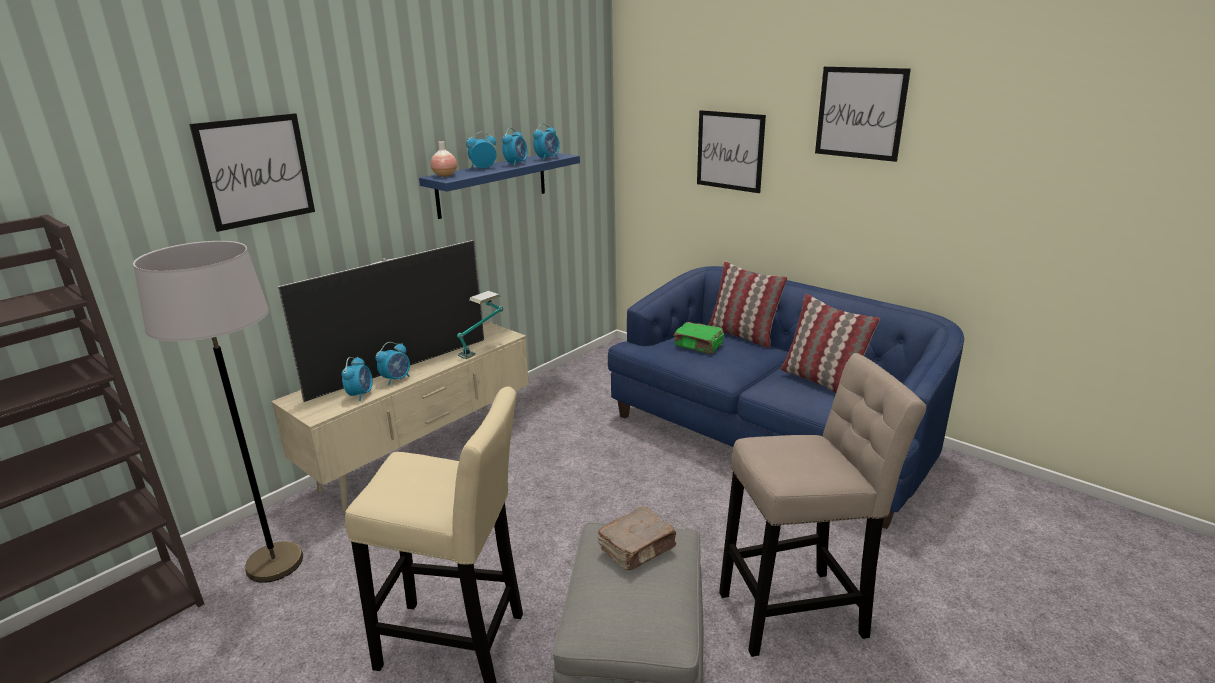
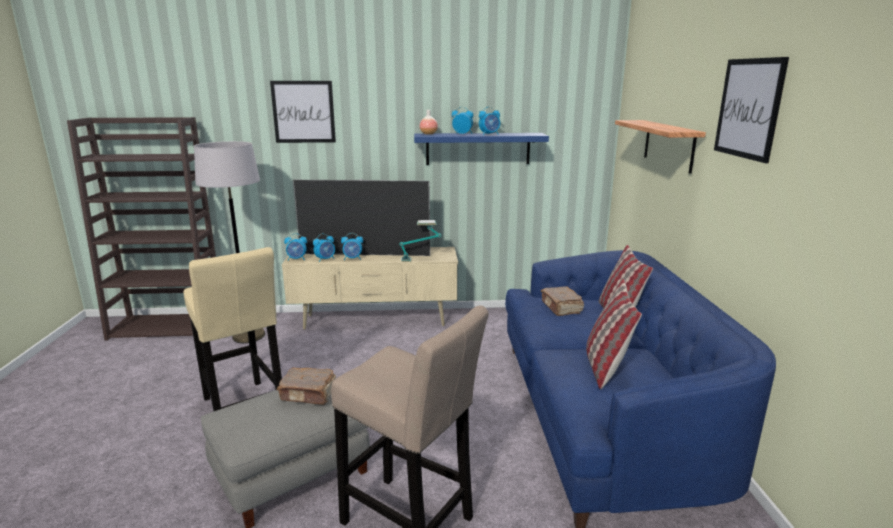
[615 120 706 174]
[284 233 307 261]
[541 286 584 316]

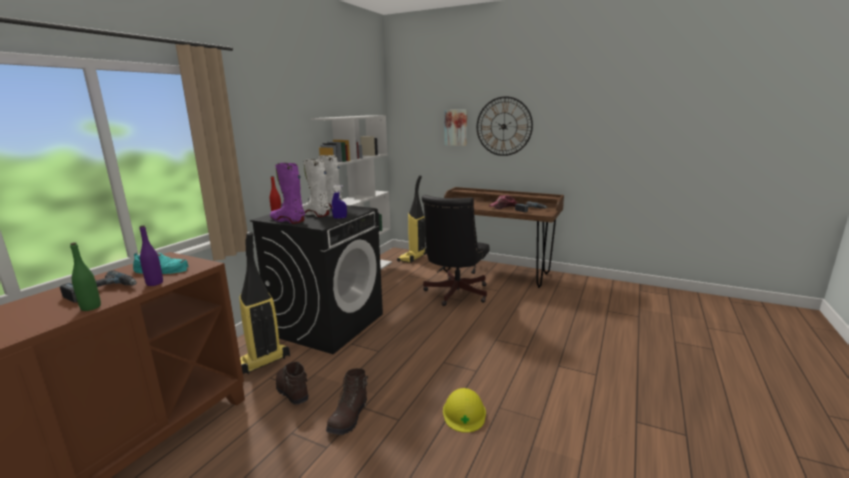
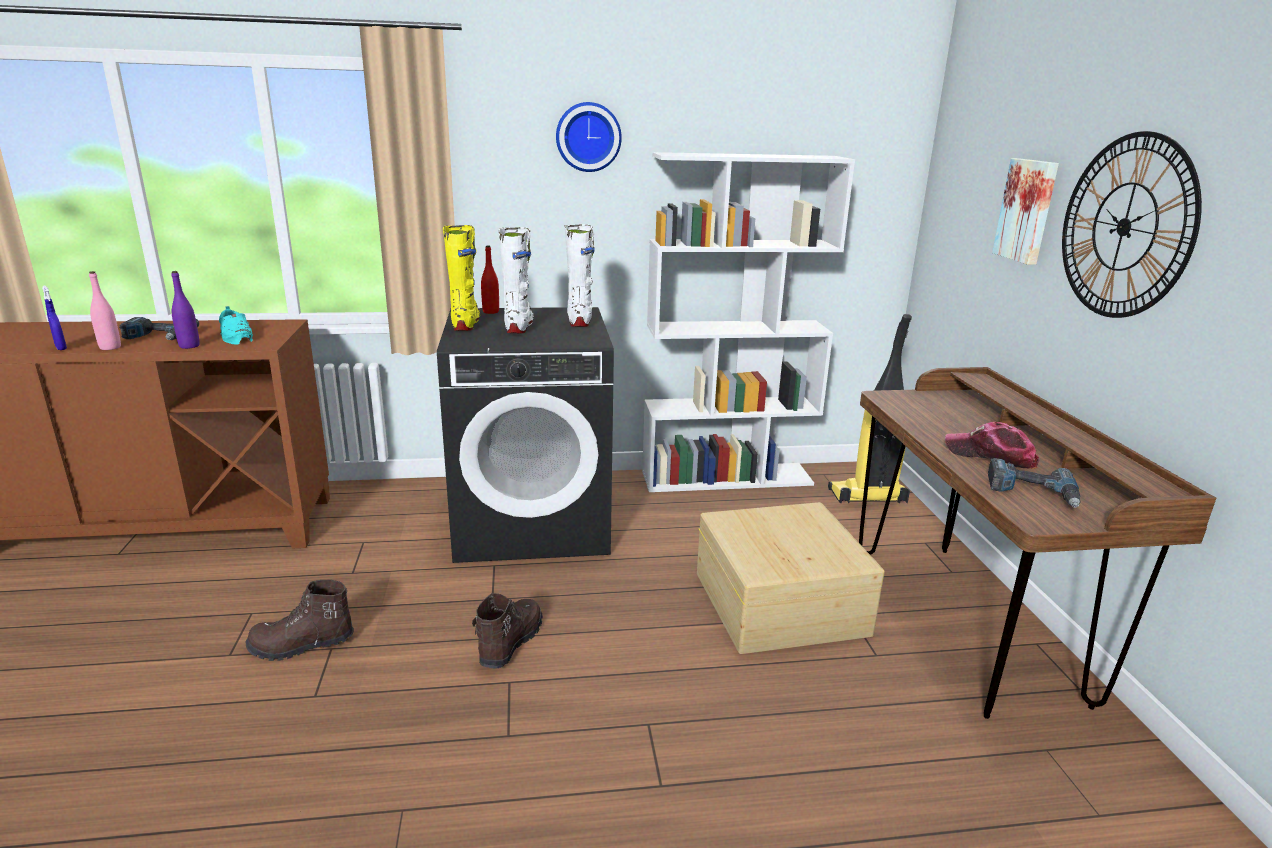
[443 225 480 331]
[42 286 67 350]
[697 502 885 654]
[239 232 290 374] (first image)
[89 271 121 350]
[472 593 543 668]
[443 388 486 433] (first image)
[556 102 622 172]

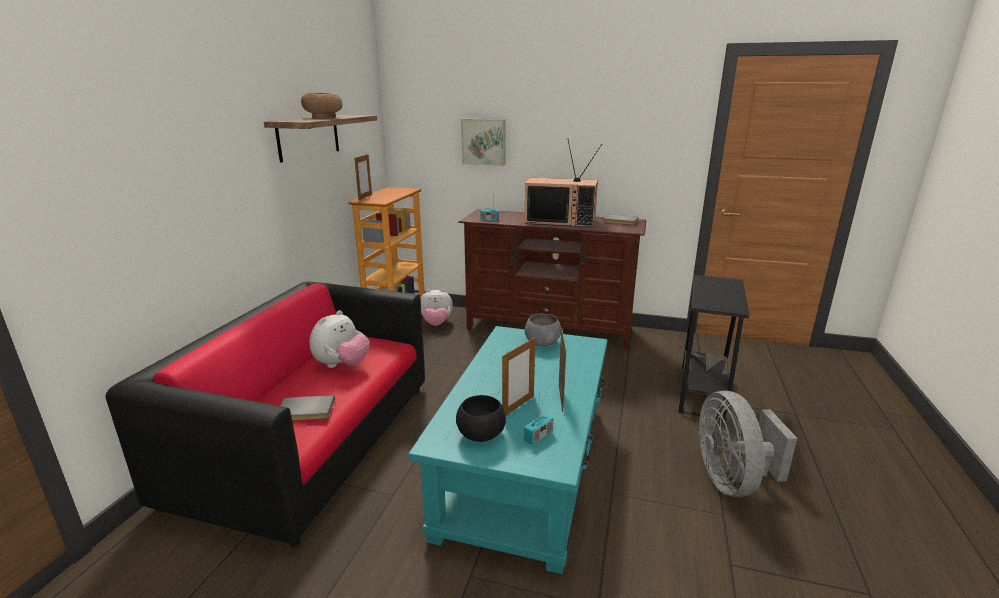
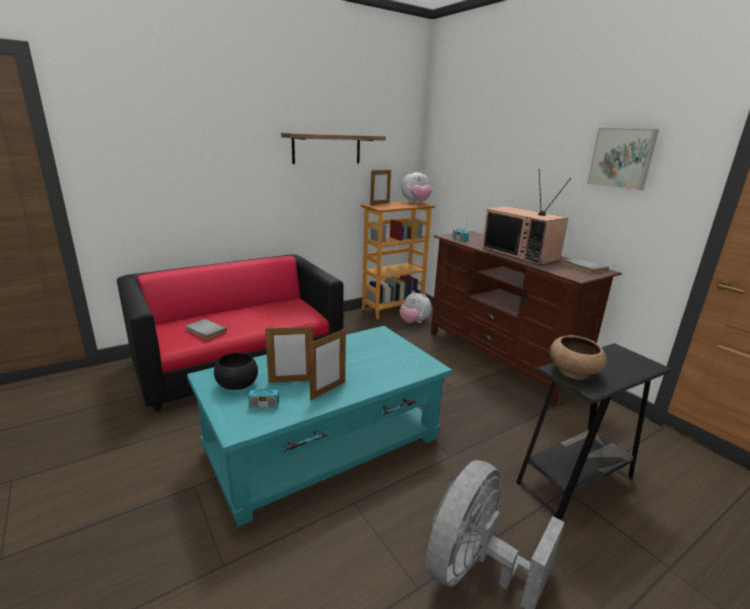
[549 335 607 380]
[587 128 659 190]
[401 171 432 203]
[525 314 561 346] (first image)

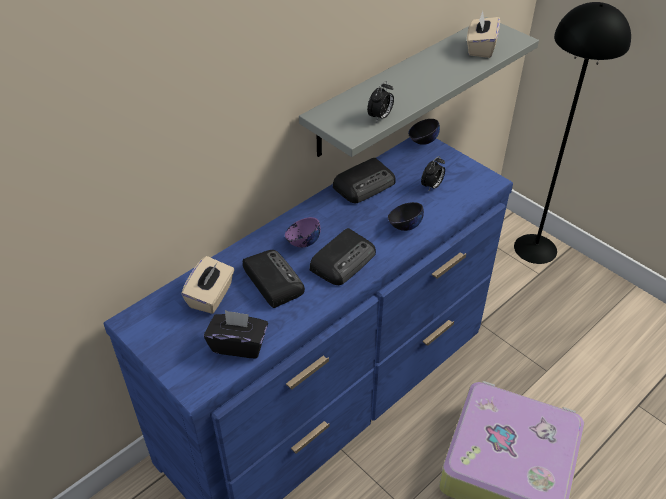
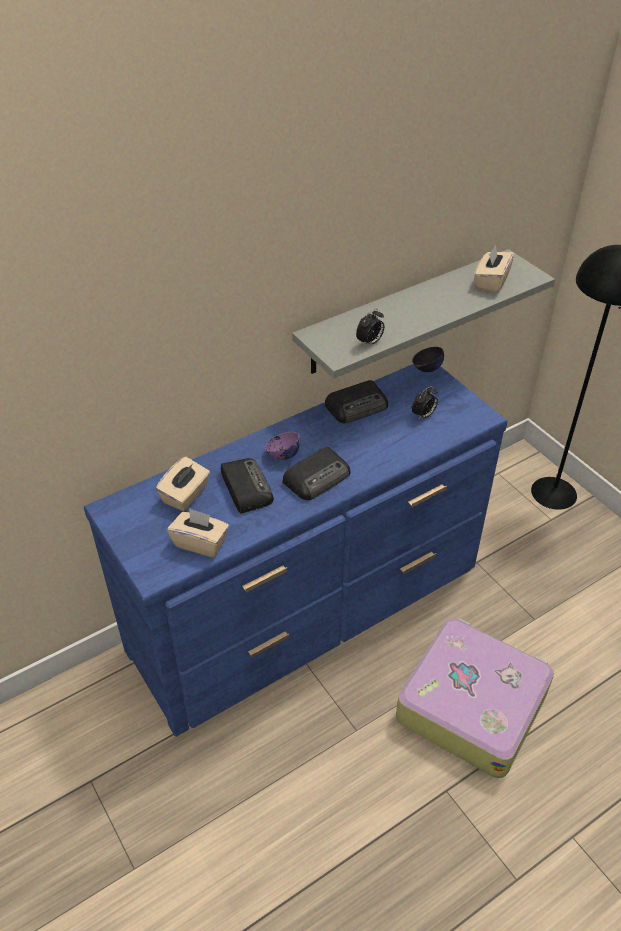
[388 202 424 231] (first image)
[167 509 229 558]

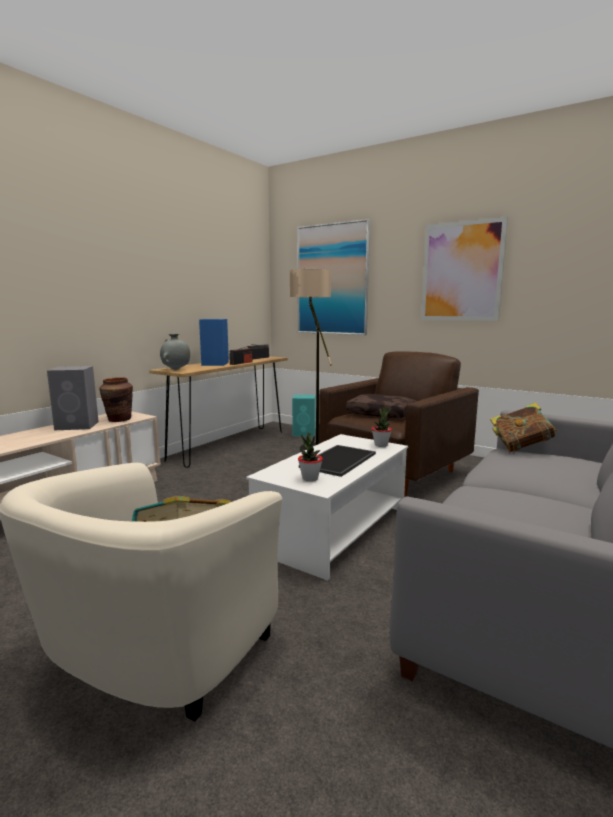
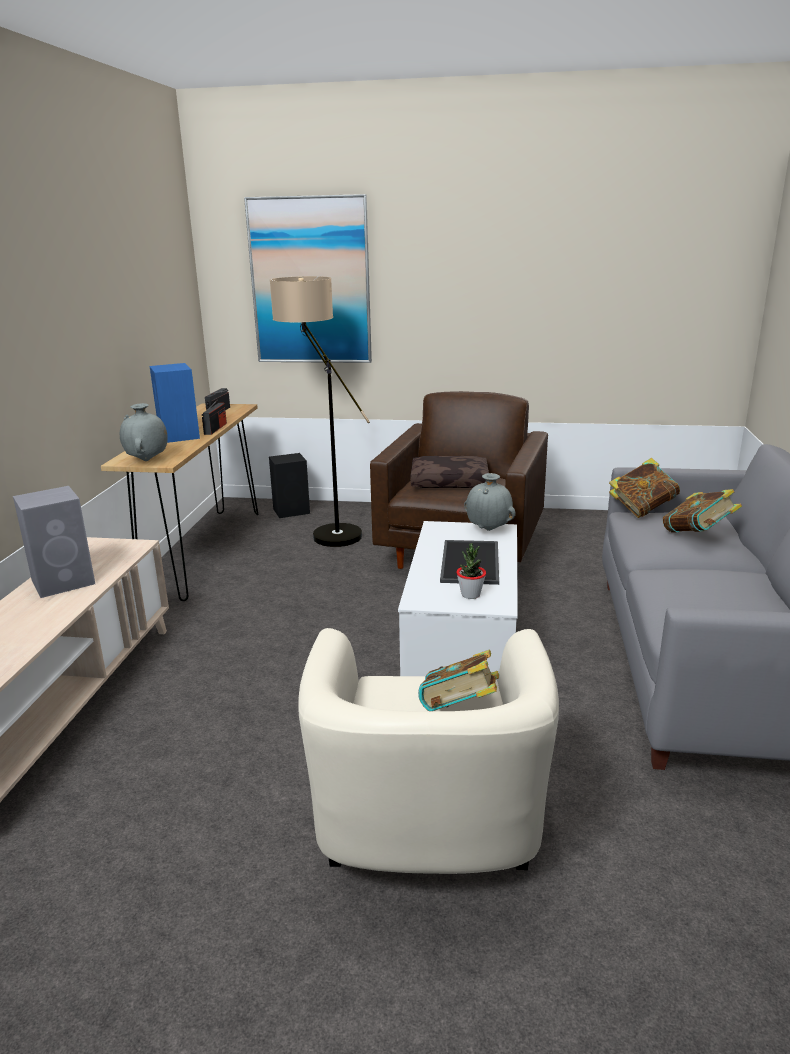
[421 217 508 321] (first image)
[99 377 133 422] (first image)
[269 453 310 518]
[464 473 516 531]
[663 489 742 533]

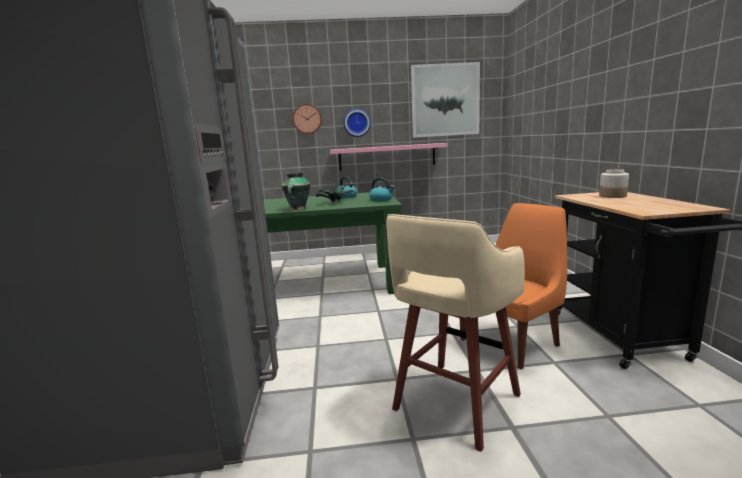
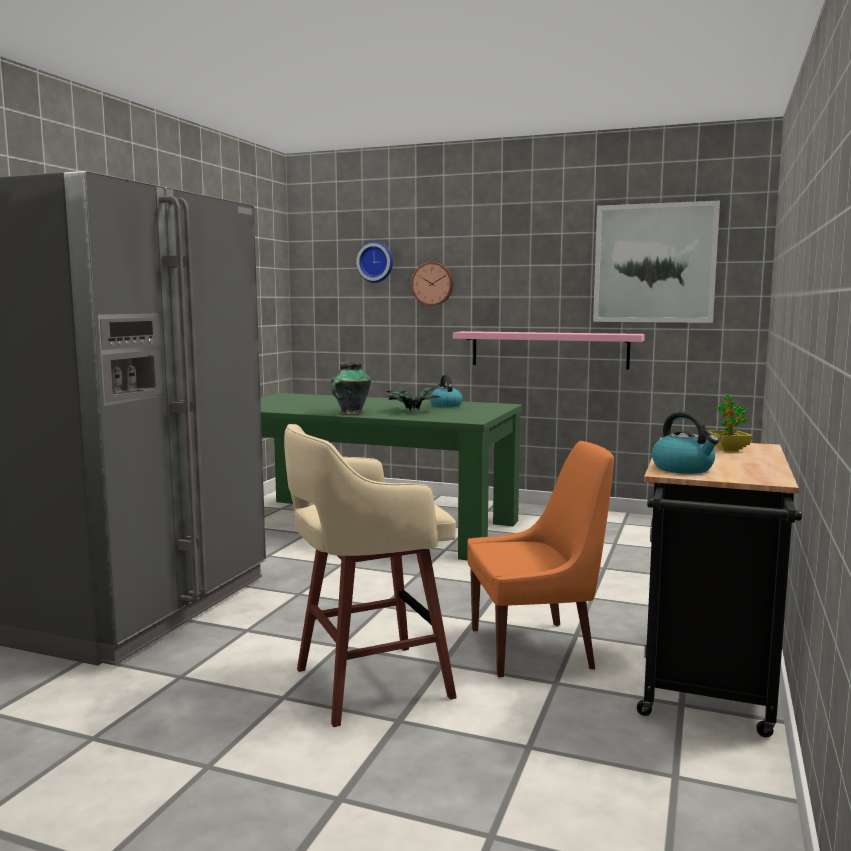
[356 241 393 283]
[708 394 753 451]
[652 411 719 474]

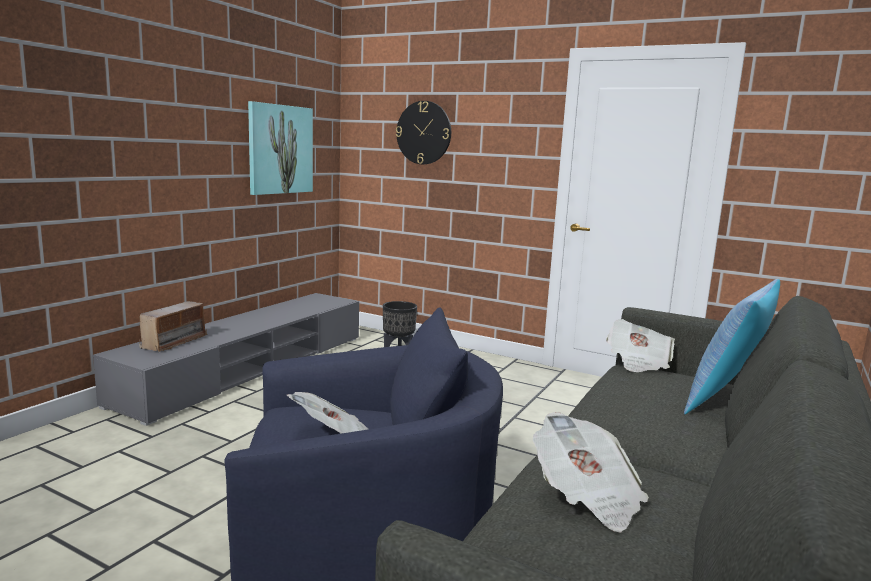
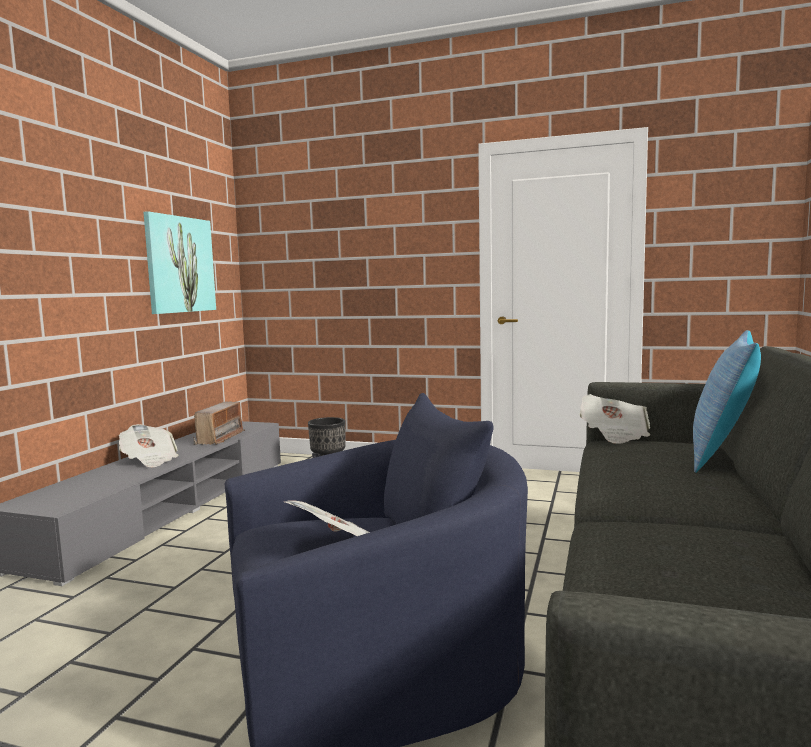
[396 101 451 164] (first image)
[193 401 245 445]
[119 424 178 468]

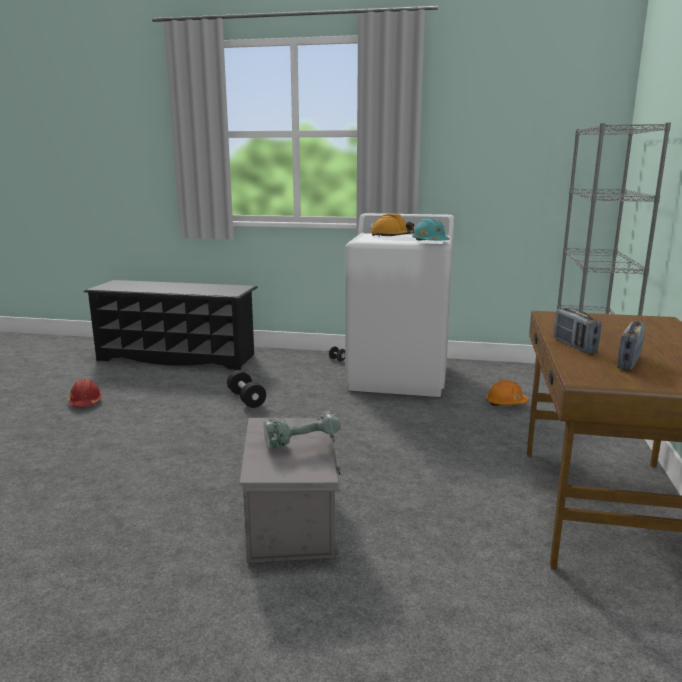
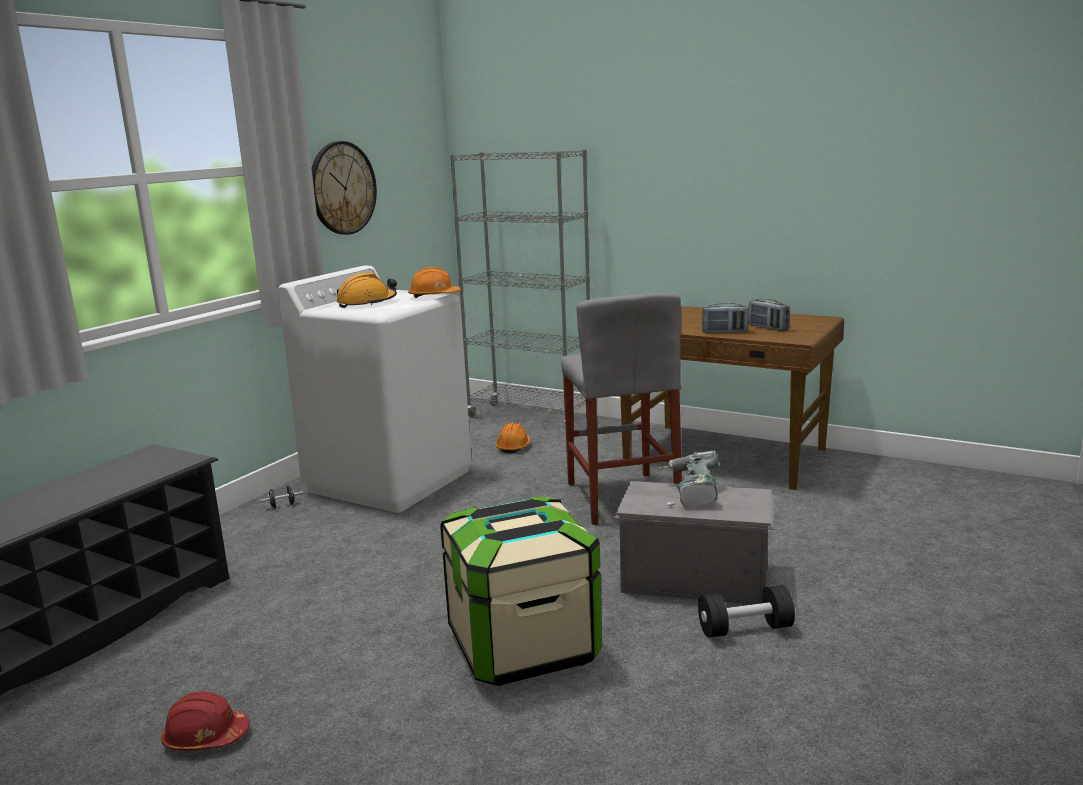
[408 267 461 298]
[698 585 795 638]
[312 141 377 235]
[561 293 682 525]
[440 497 602 686]

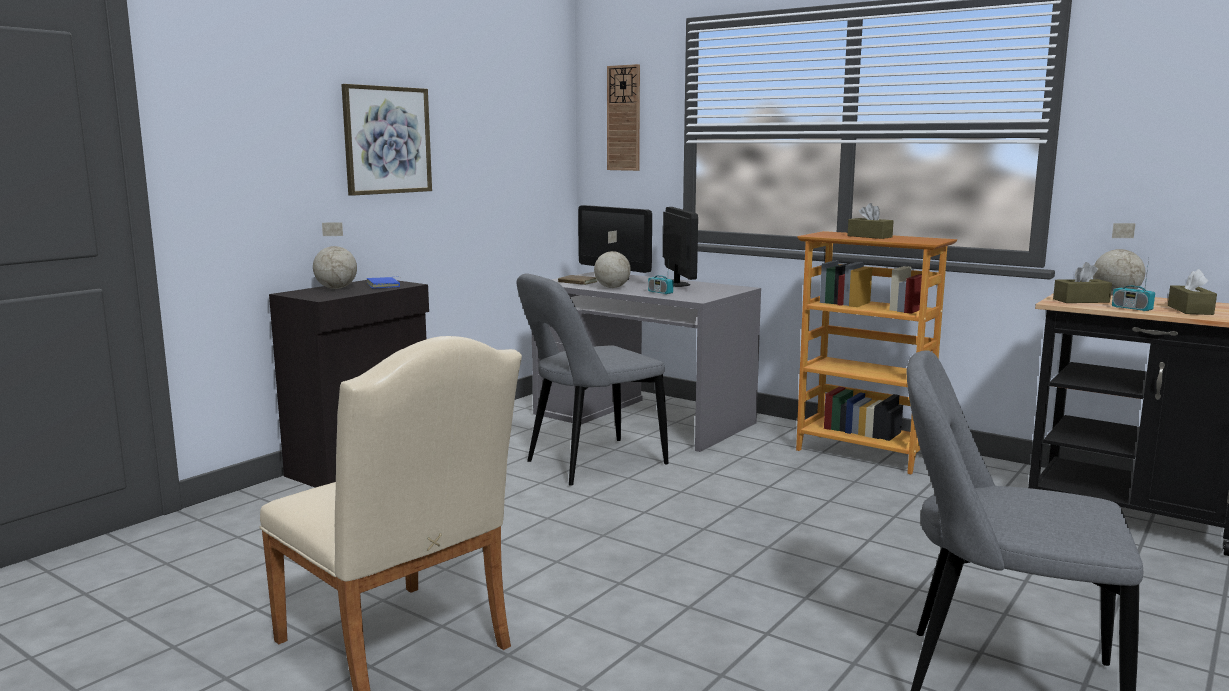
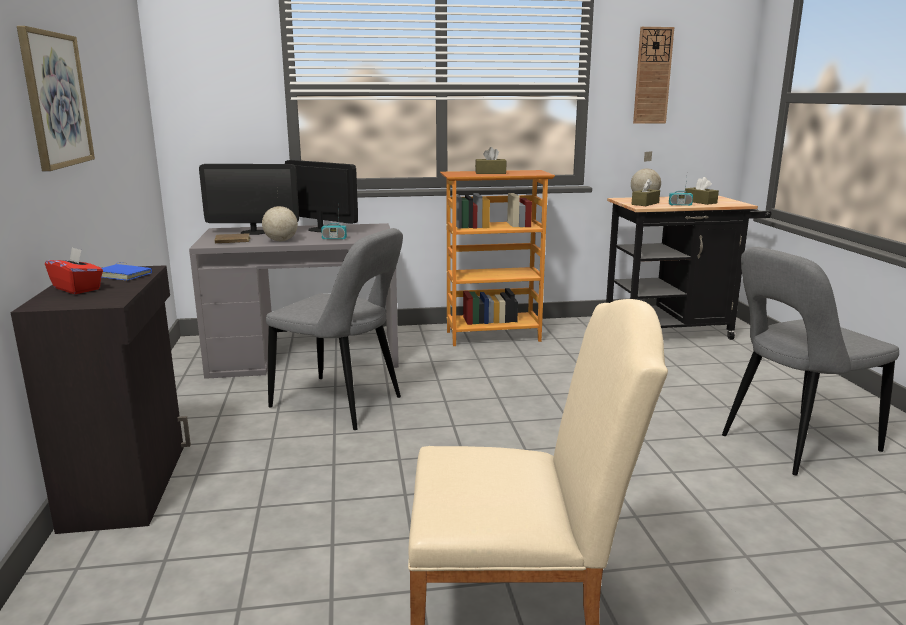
[633 27 674 124]
[45 247 103 294]
[266 228 403 430]

